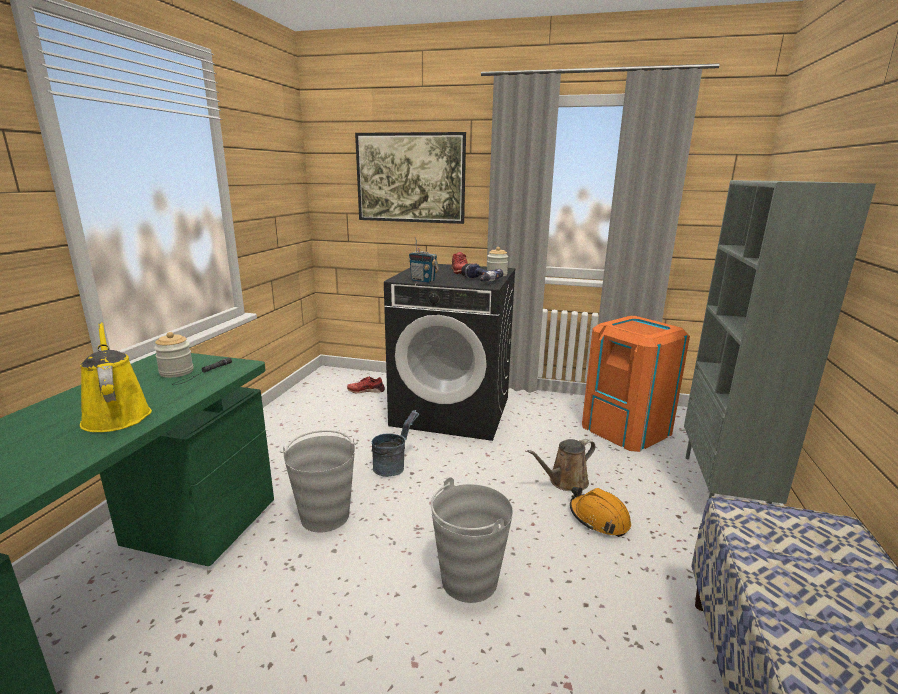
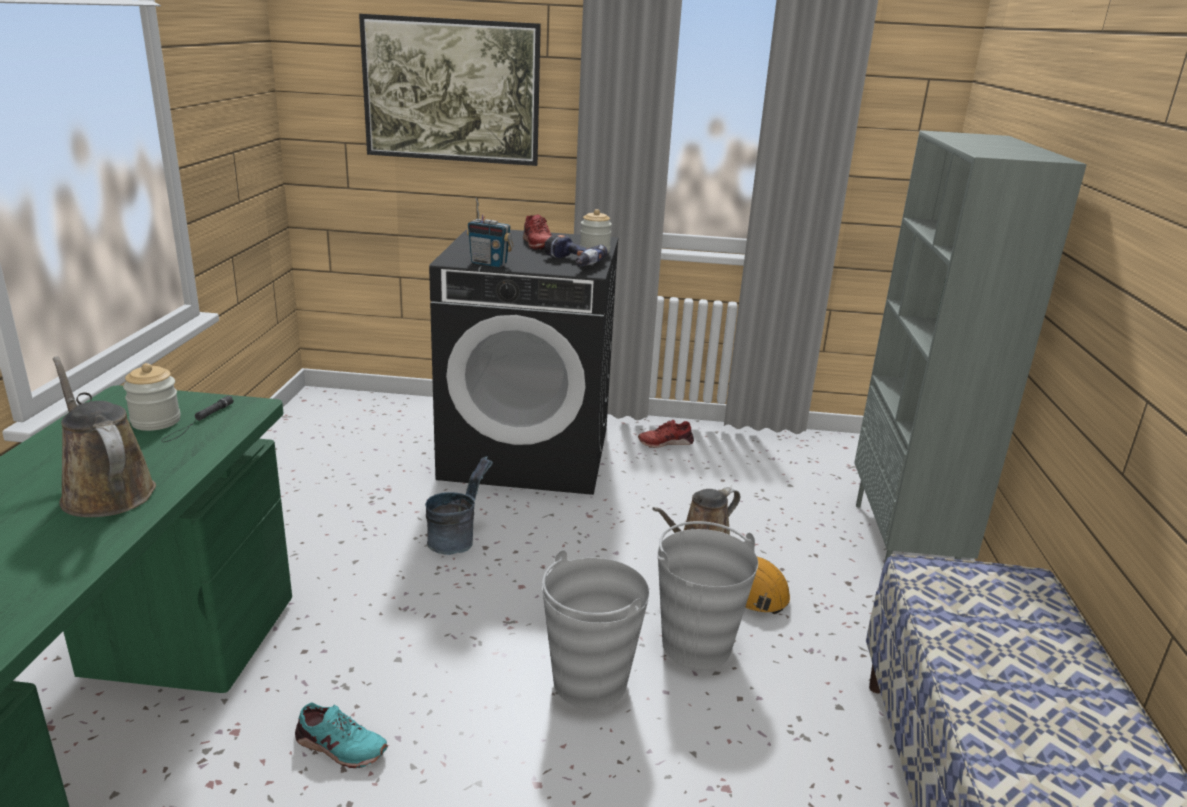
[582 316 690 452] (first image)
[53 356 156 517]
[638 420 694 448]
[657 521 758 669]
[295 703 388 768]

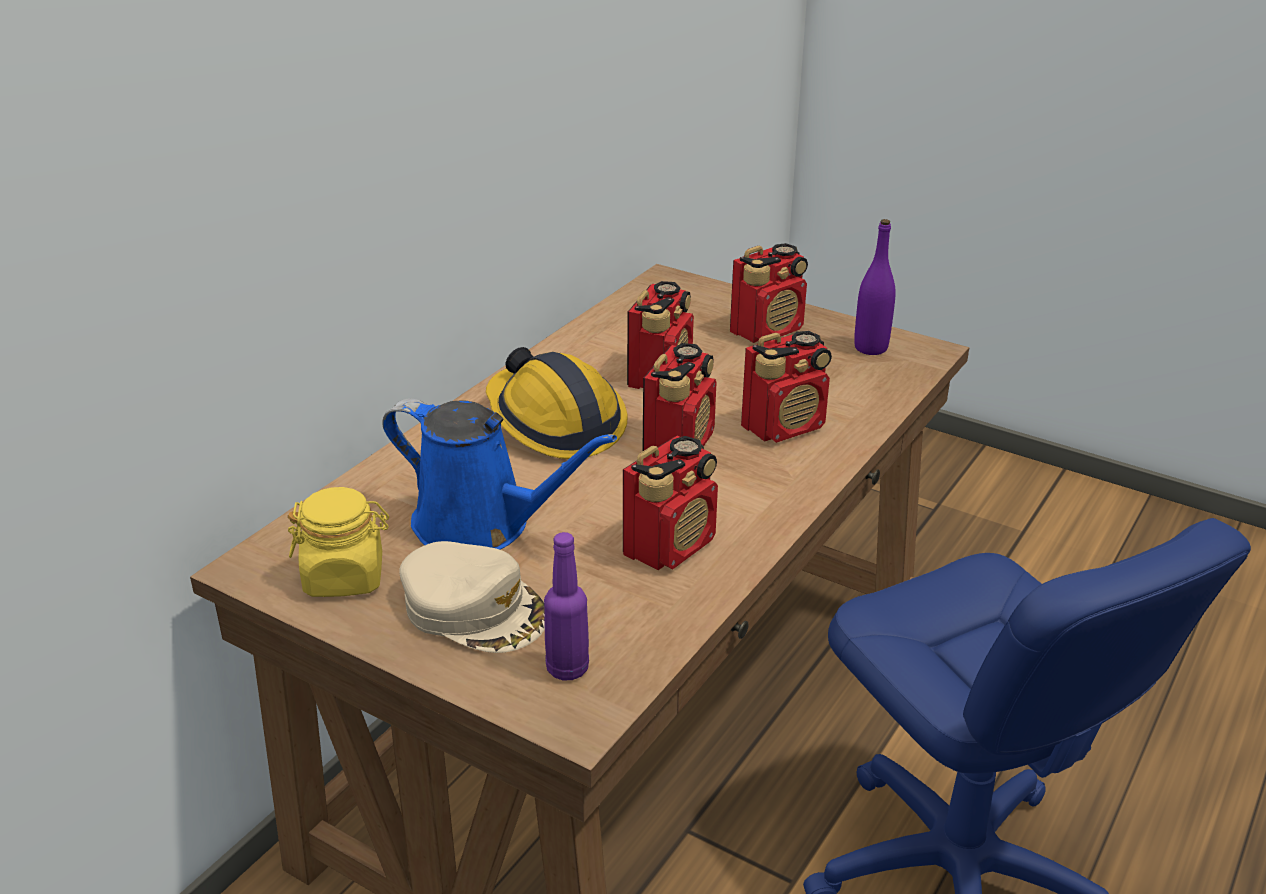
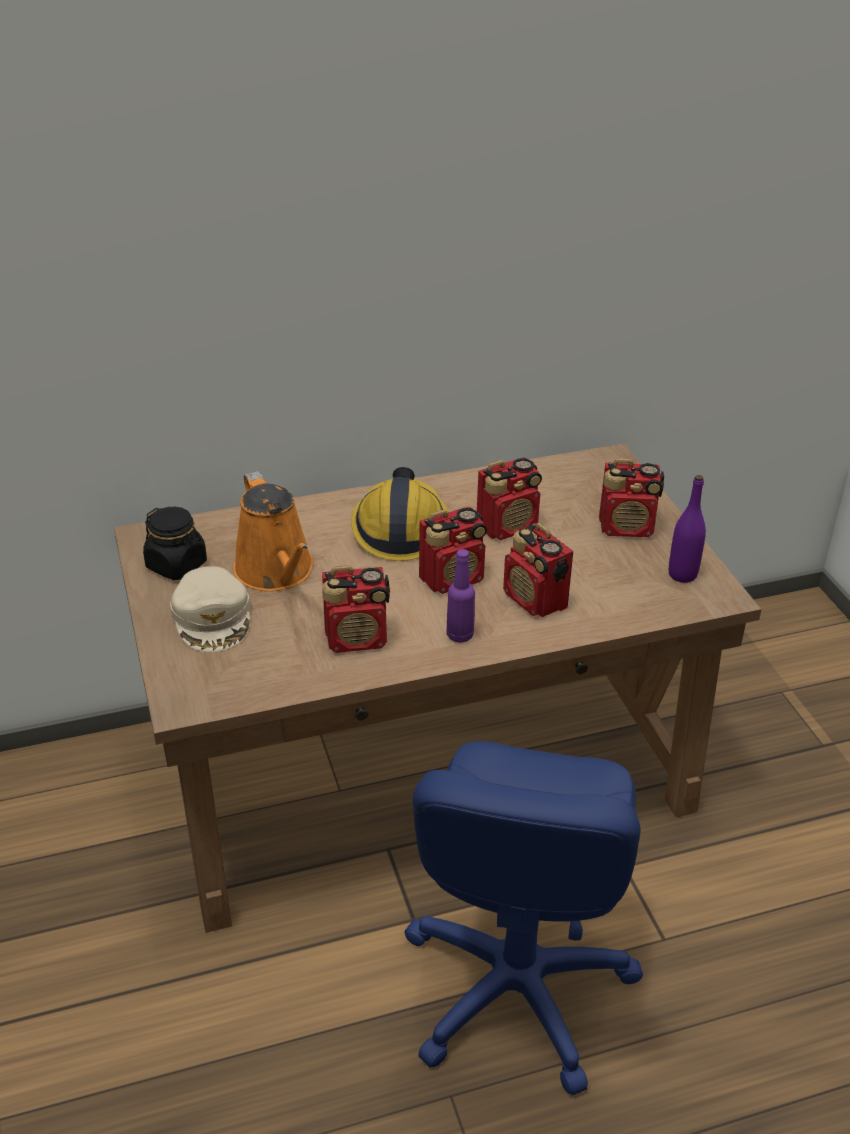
[503 523 573 617]
[233 471 313 591]
[143 507 207 580]
[446 549 475 643]

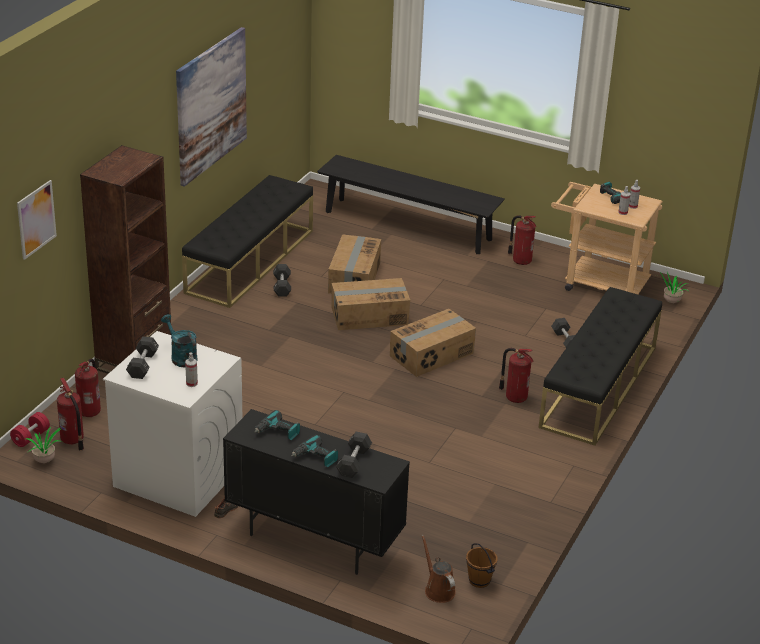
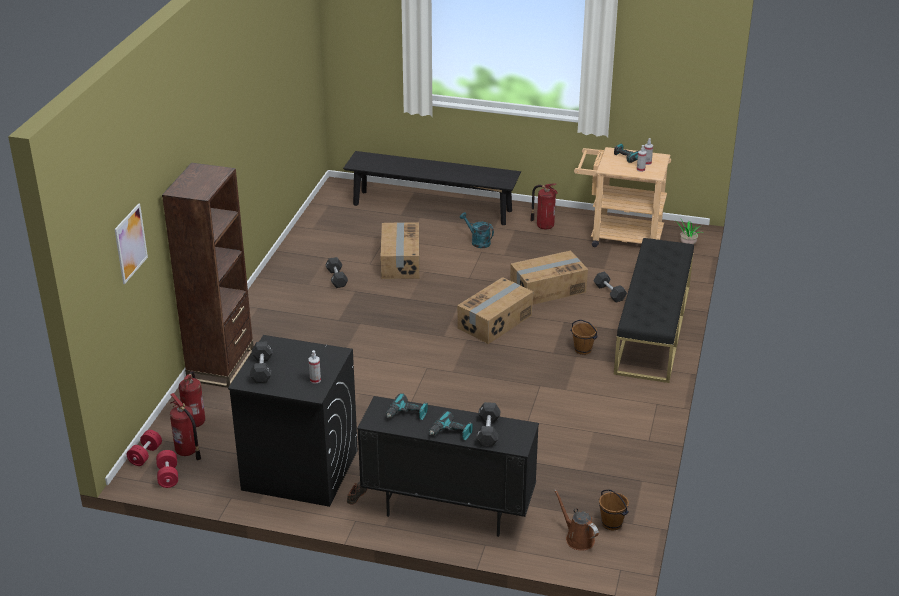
[176 27 247 187] (first image)
[182 175 313 308] (first image)
[510 250 588 305]
[460 212 494 248]
[228 335 358 507]
[571 320 598 355]
[156 450 178 488]

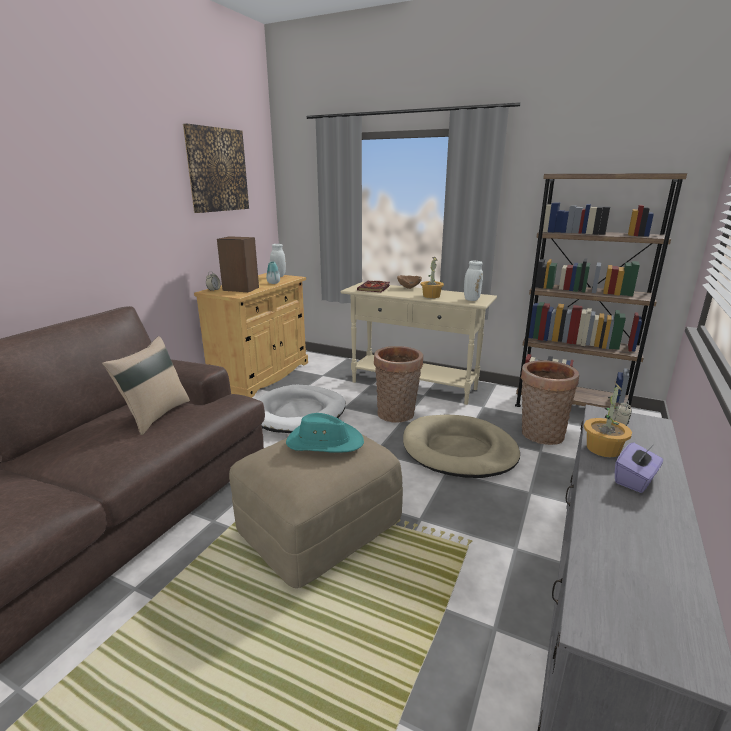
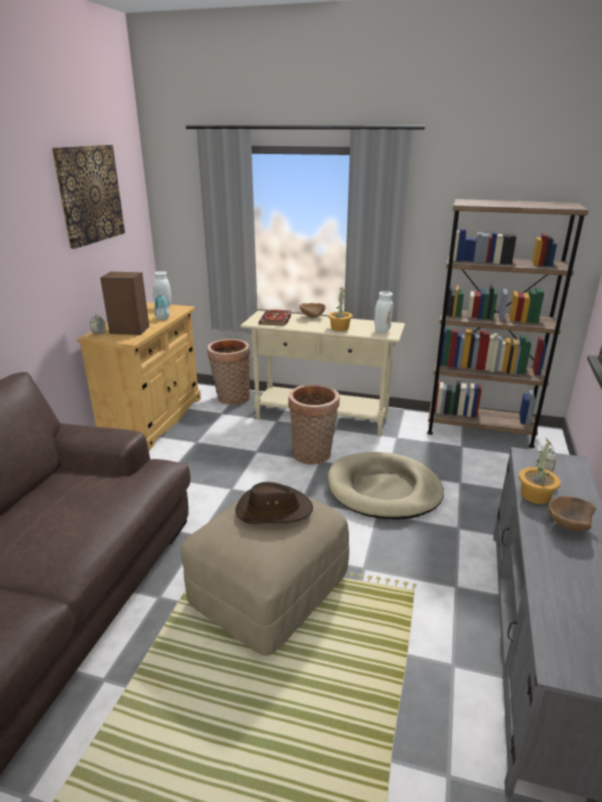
[102 336 190 435] (first image)
[207 339 250 405]
[257 385 346 433] (first image)
[235 482 313 524]
[548 496 597 531]

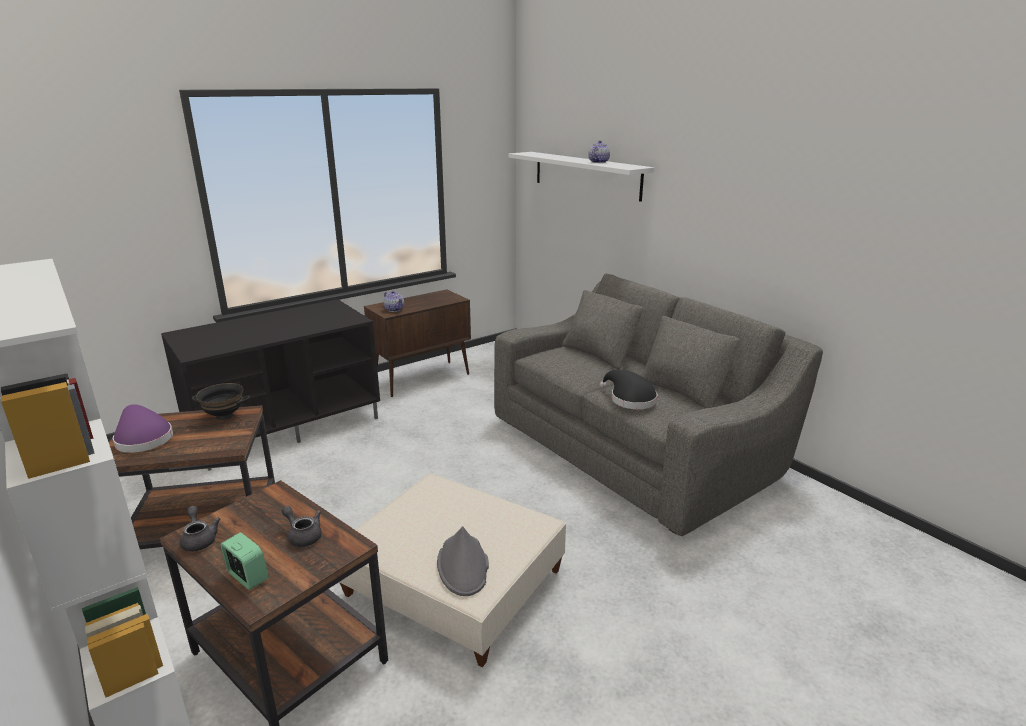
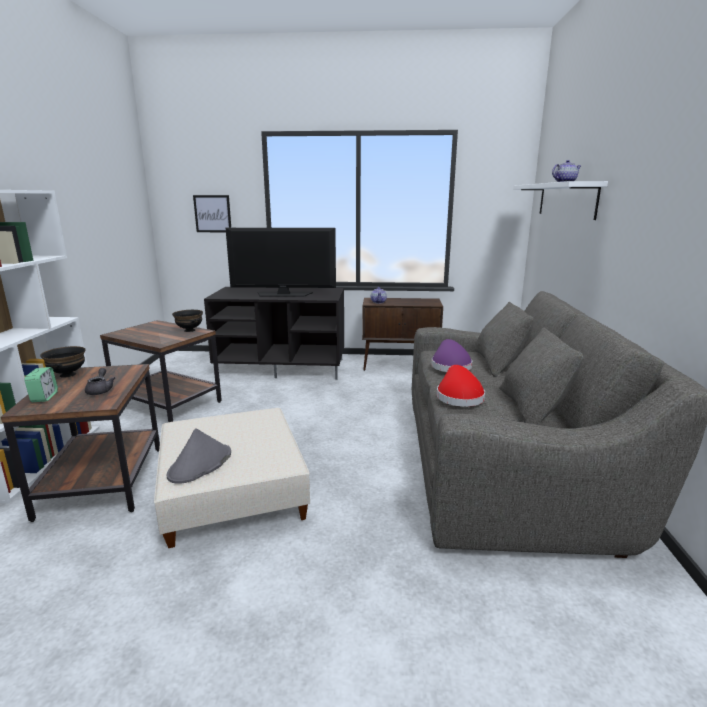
[437 365 485 407]
[431 339 472 372]
[40 346 85 378]
[193 195 231 232]
[226 228 336 297]

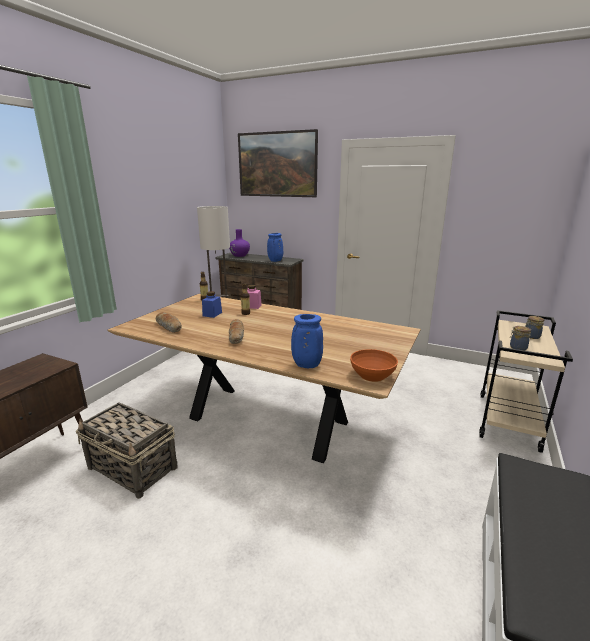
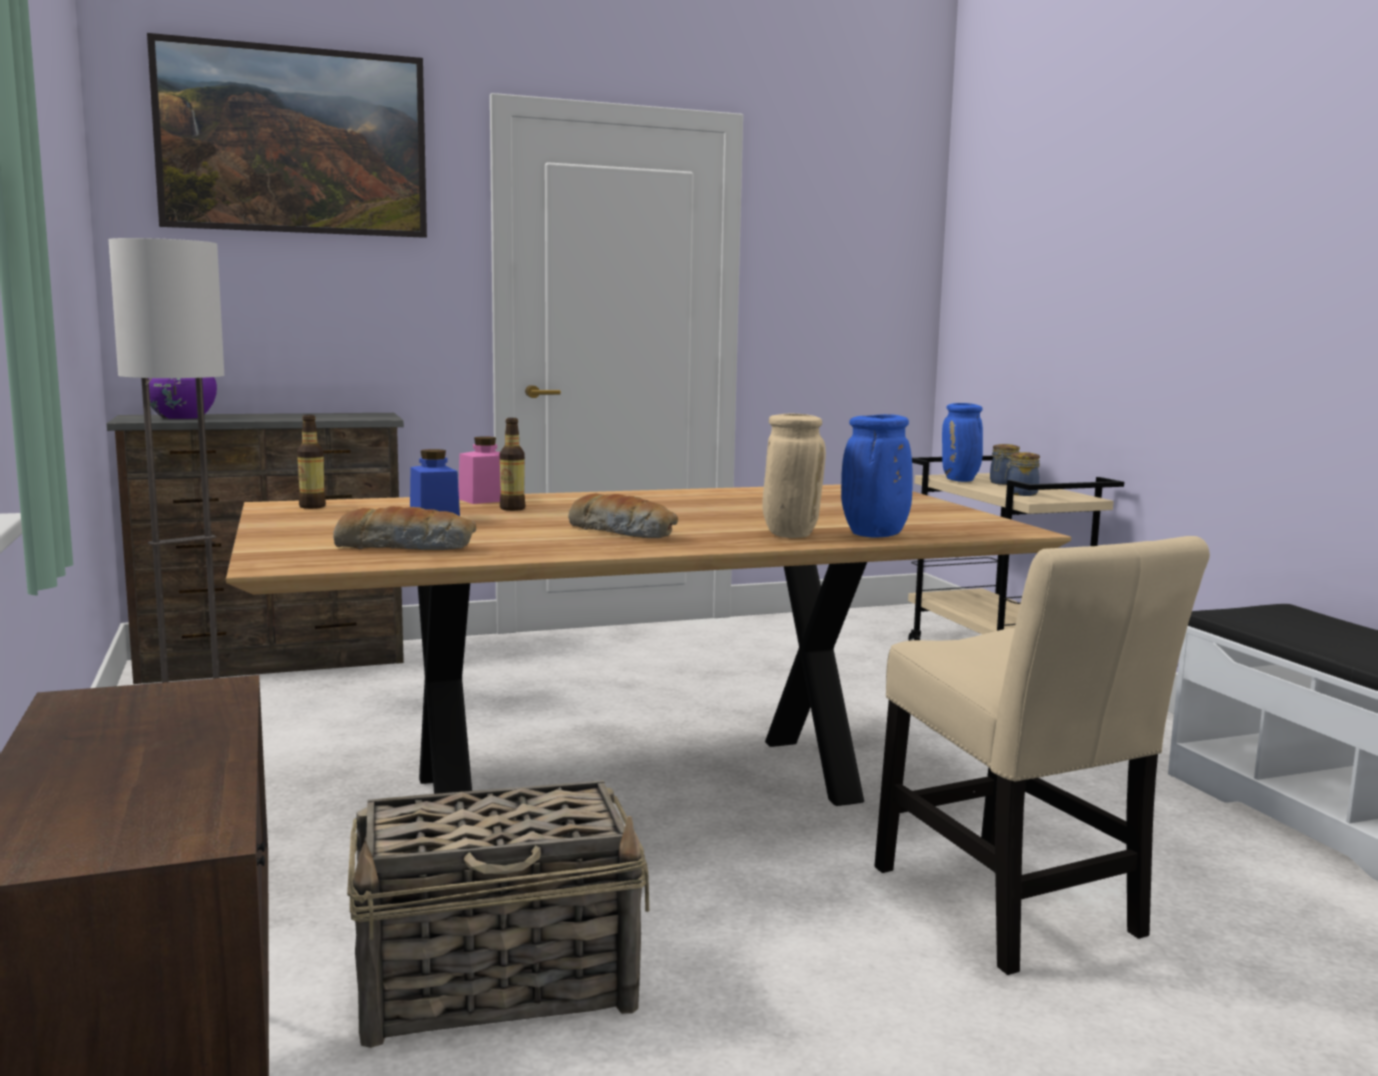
[942 403 983 482]
[350 349 398 382] (first image)
[762 414 826 538]
[875 536 1210 975]

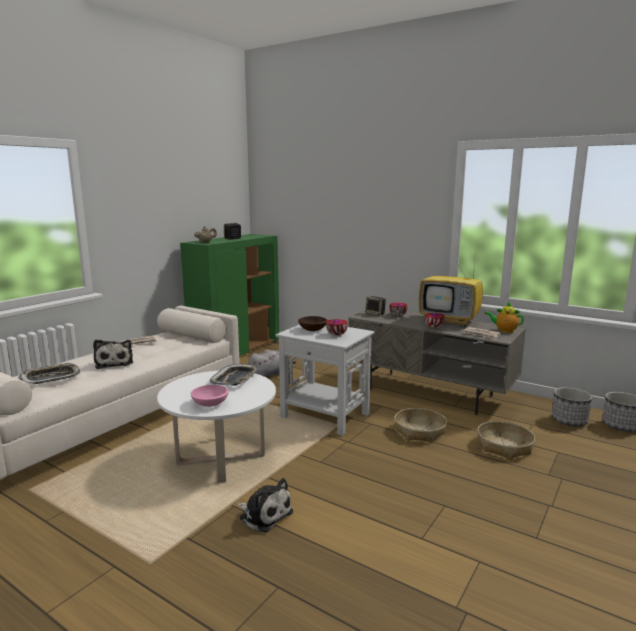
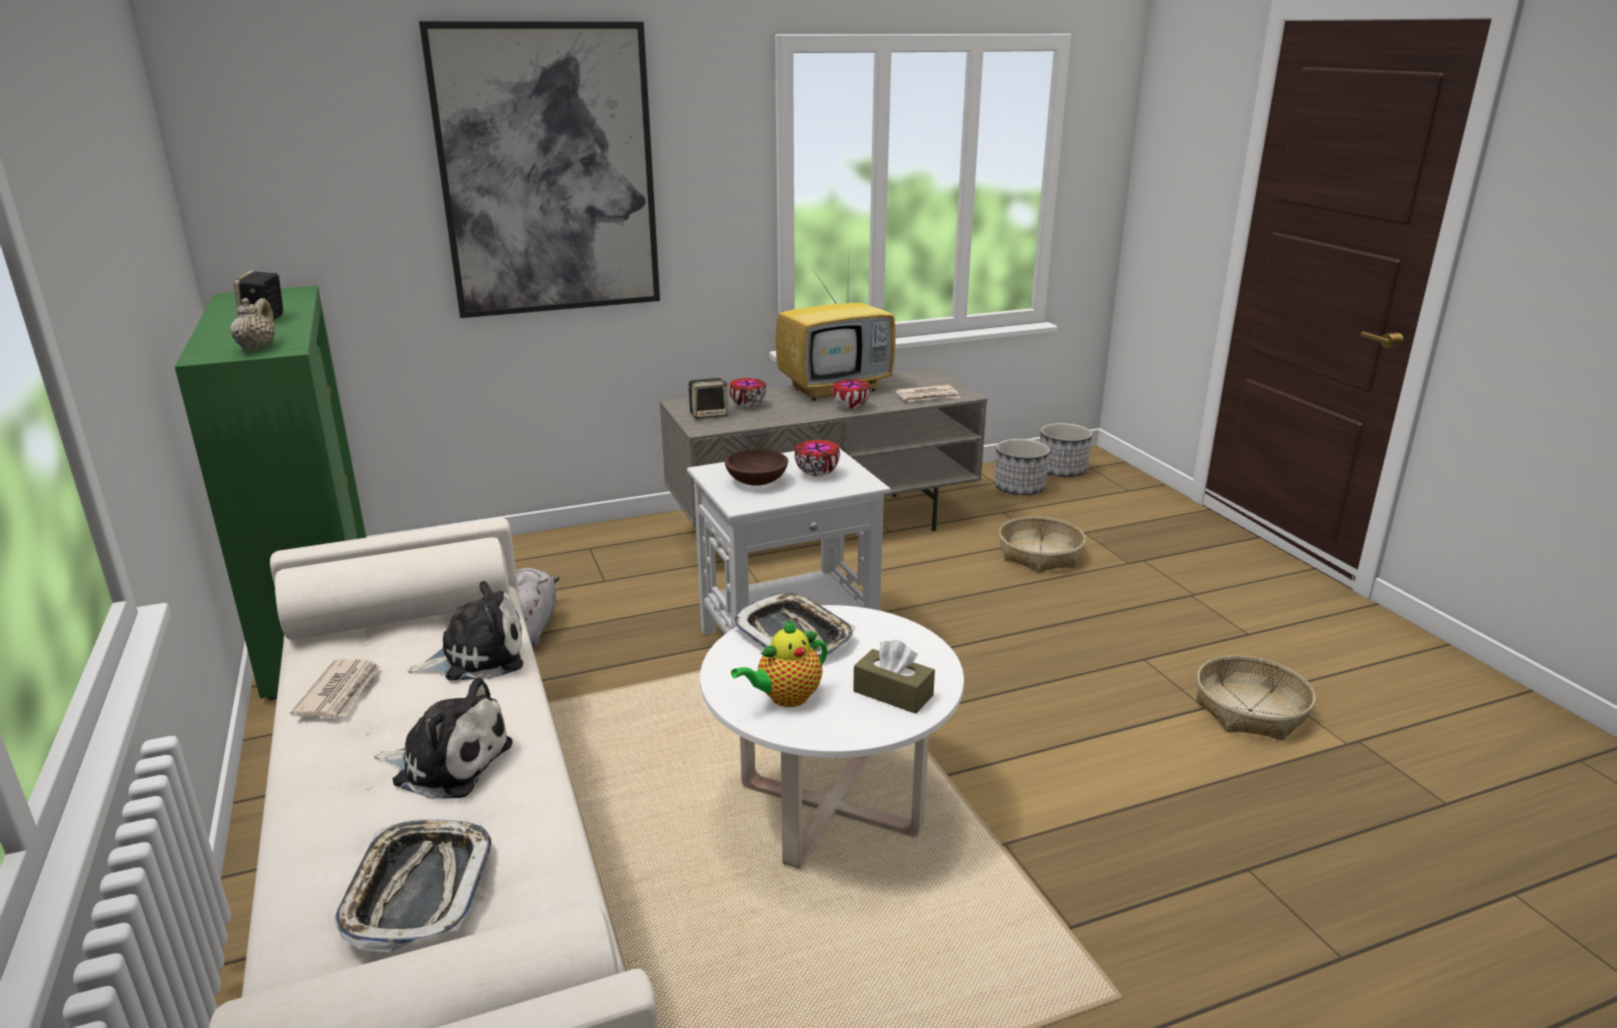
[731 619 827 707]
[853 639 935 714]
[1197 656 1316 740]
[408 581 523 681]
[419 21 660 318]

